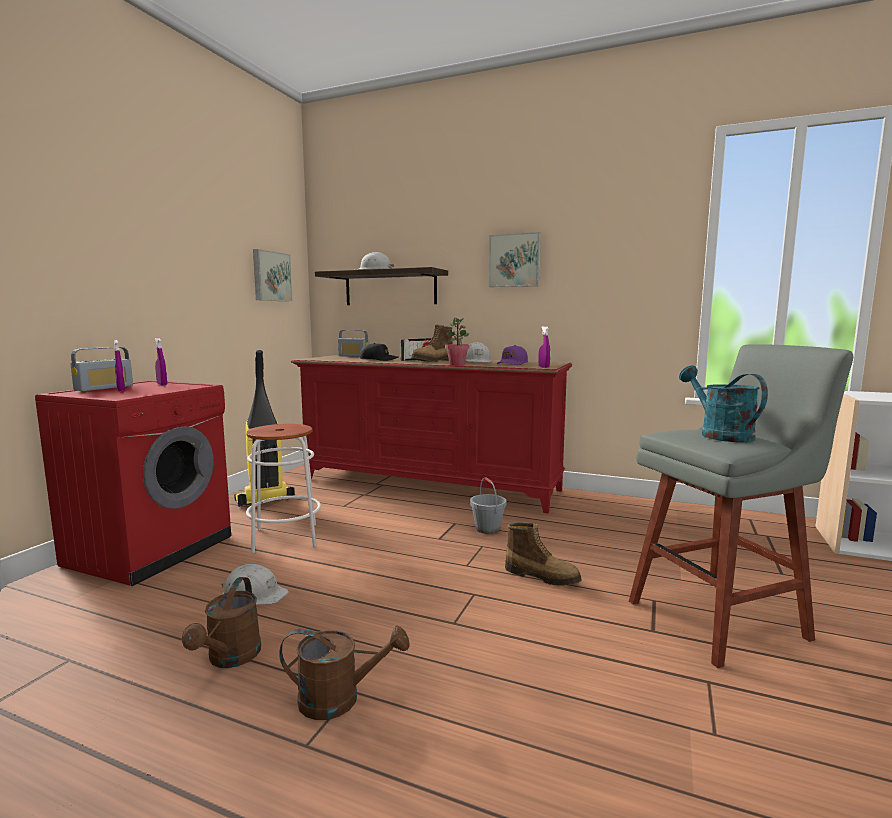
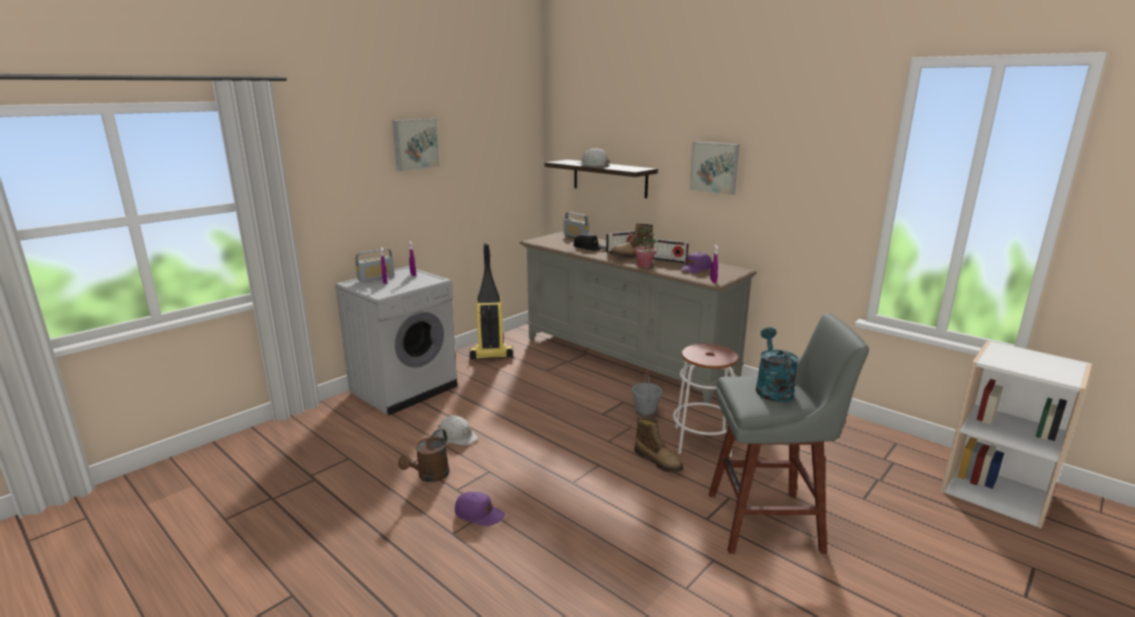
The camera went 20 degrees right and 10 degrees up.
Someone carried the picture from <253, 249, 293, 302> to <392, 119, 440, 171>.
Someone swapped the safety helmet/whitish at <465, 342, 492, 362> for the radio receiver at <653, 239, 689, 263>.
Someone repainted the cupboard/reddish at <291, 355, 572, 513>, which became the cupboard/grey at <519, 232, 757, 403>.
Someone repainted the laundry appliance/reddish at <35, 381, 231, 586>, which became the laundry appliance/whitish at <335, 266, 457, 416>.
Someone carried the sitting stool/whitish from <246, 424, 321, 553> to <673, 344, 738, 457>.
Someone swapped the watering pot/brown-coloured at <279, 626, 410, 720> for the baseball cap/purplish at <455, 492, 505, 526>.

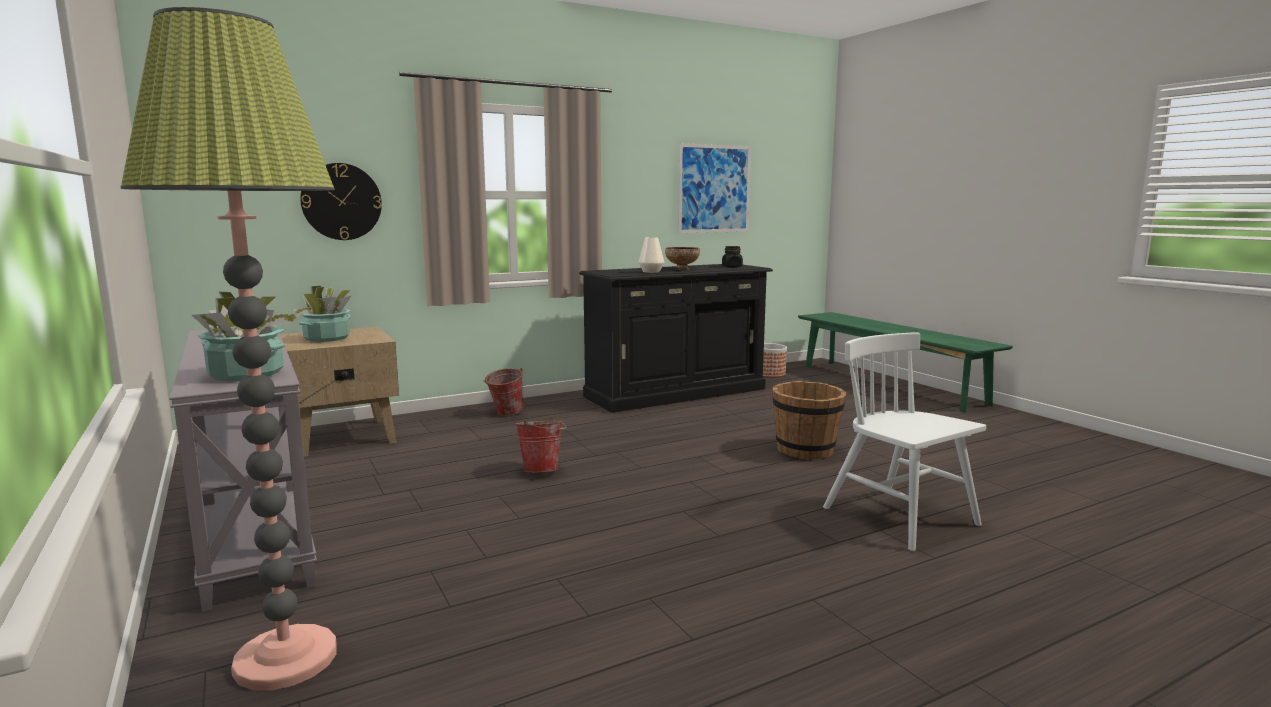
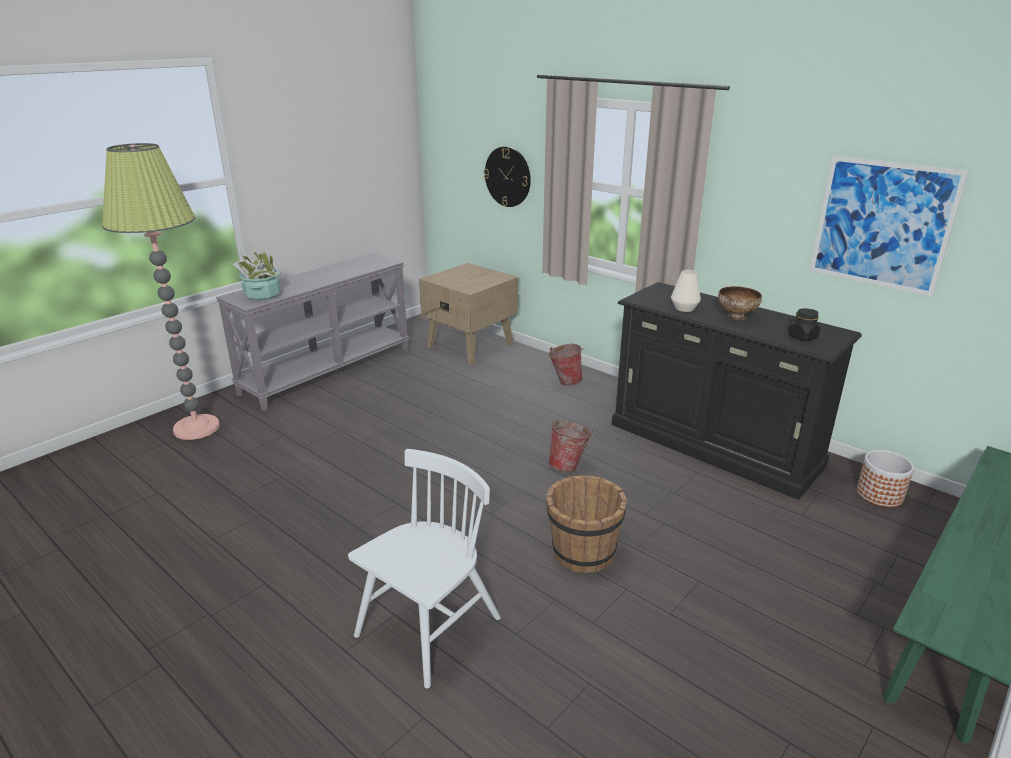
The camera went 70 degrees right and 15 degrees up.
Someone took away the potted plant at <293, 286, 352, 342>.
Someone carried the pail from <515, 417, 566, 473> to <549, 420, 593, 472>.

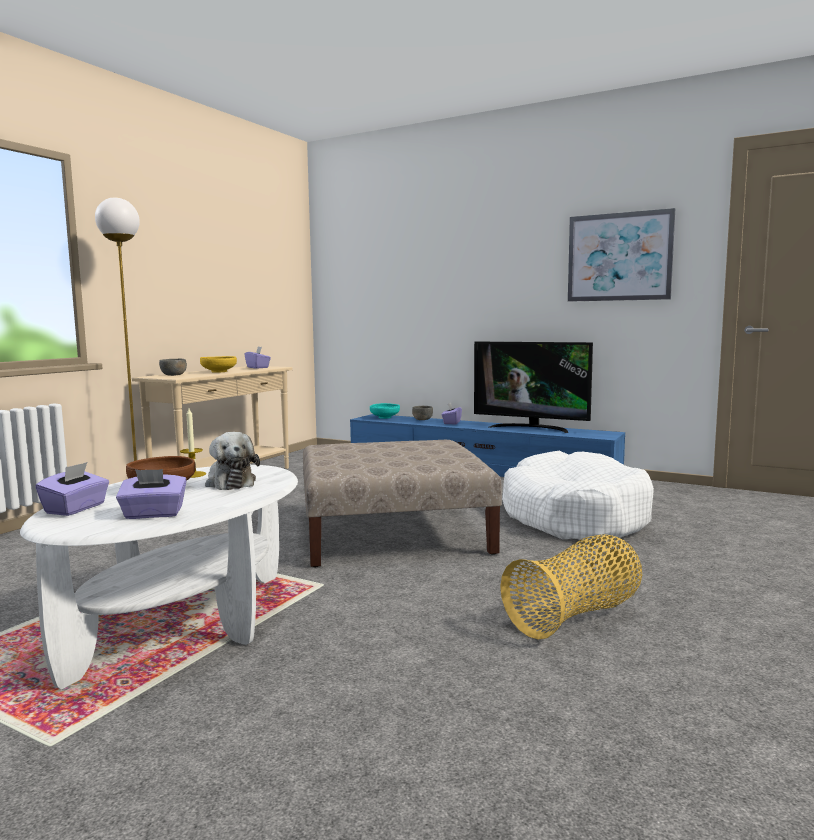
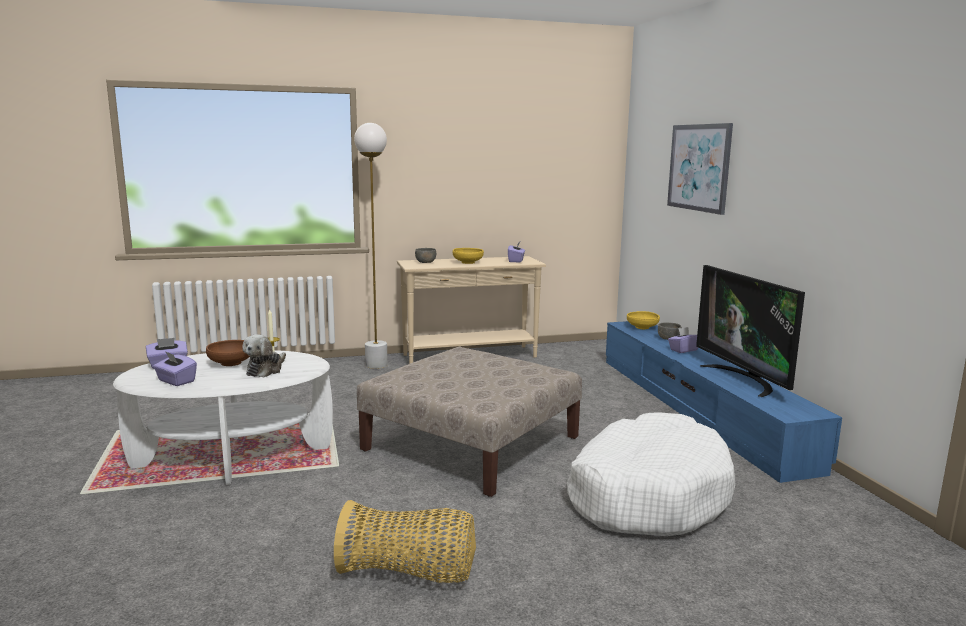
The camera went 45 degrees right and 5 degrees up.
Someone carried the picture from <568, 208, 675, 302> to <667, 123, 733, 215>.
Someone repainted the bowl/blue-green at <370, 403, 400, 419>, which became the bowl/yellow at <627, 311, 660, 329>.

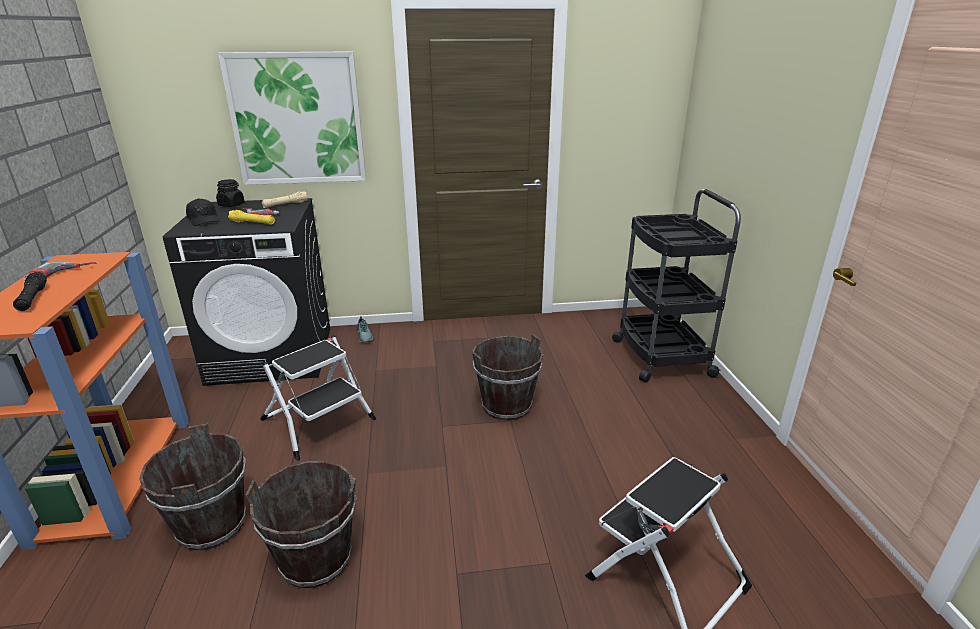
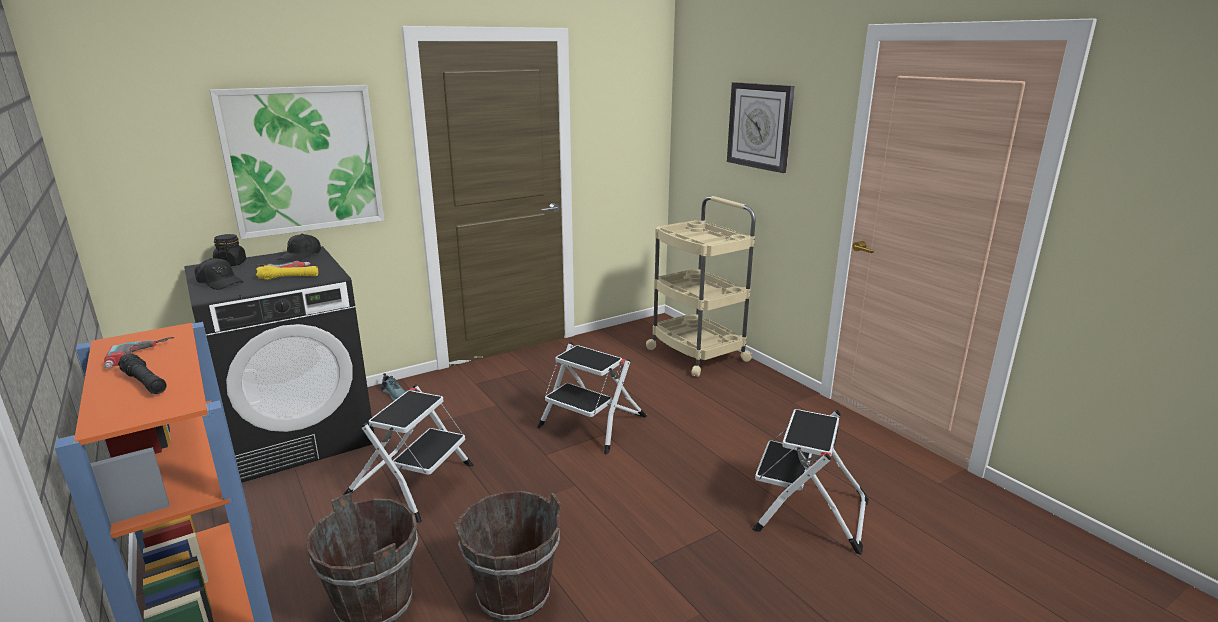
The camera went 25 degrees left and 5 degrees down.
Someone repainted the wheeled cart/black at <612, 189, 741, 383>, which became the wheeled cart/beige-coloured at <646, 196, 755, 377>.
Someone swapped the hand torch/beige-coloured at <262, 191, 308, 208> for the baseball cap/black at <277, 234, 321, 262>.
Someone swapped the pail/brown-coloured at <472, 334, 543, 421> for the stepladder at <537, 342, 647, 454>.
Someone put up the wall clock at <727, 82, 795, 173>.

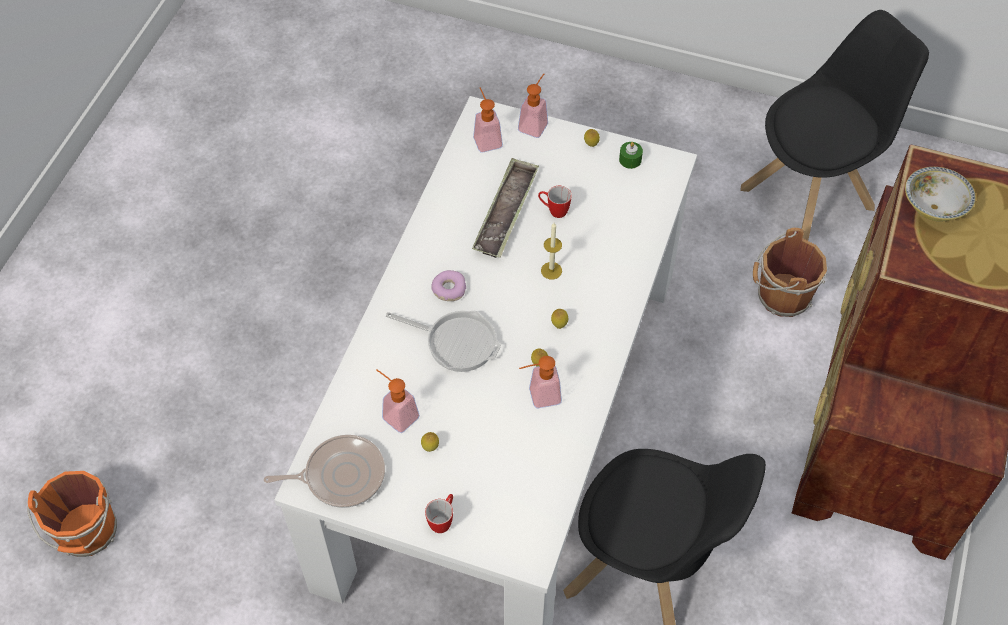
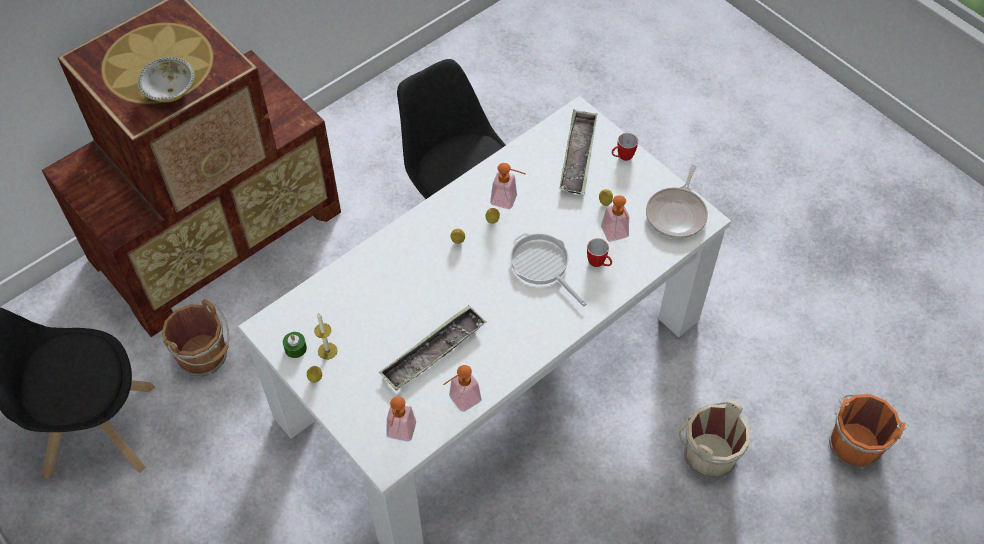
The camera went 150 degrees left and 0 degrees up.
Someone carried the soap dispenser from <518, 74, 548, 138> to <443, 365, 482, 412>.
Someone carried the coffee mug from <538, 186, 572, 218> to <587, 238, 612, 267>.
Someone carried the wax candle from <541, 223, 562, 279> to <314, 312, 338, 360>.
Someone took away the ring doughnut at <431, 270, 466, 301>.
Someone rotated the frying pan at <264, 435, 385, 508> by 90 degrees counterclockwise.
Someone put down the tray at <559, 110, 597, 194>.
Someone put down the pail/beige-coloured at <678, 400, 750, 479>.

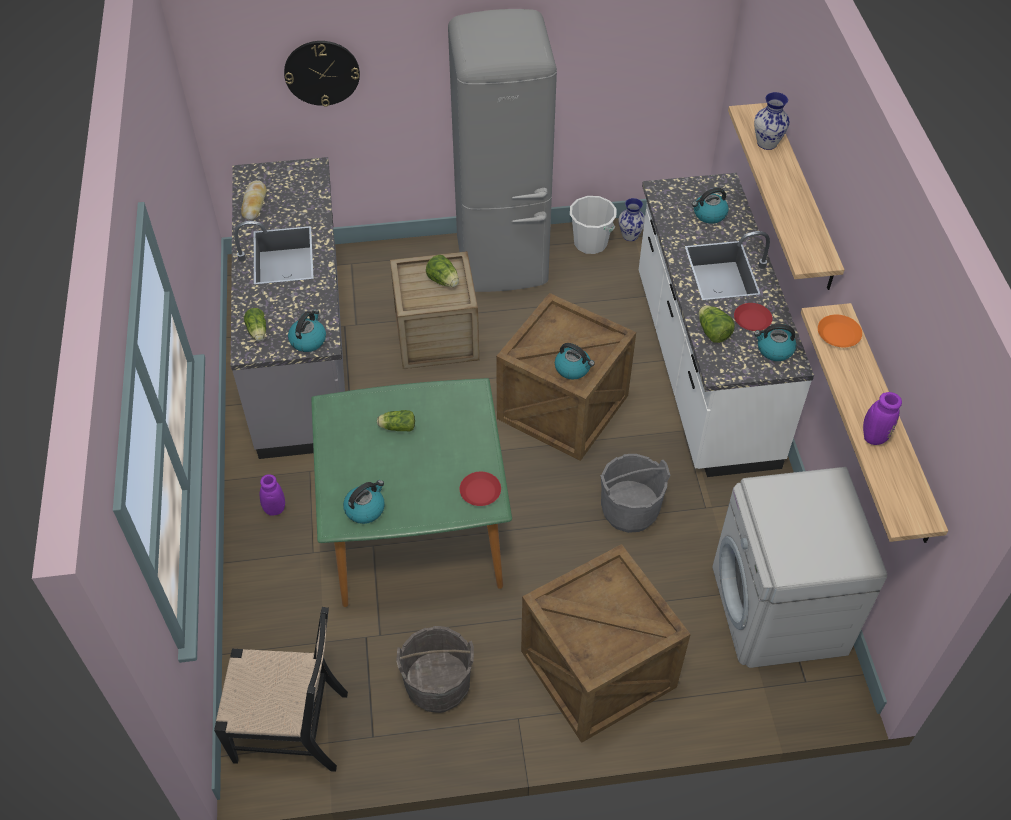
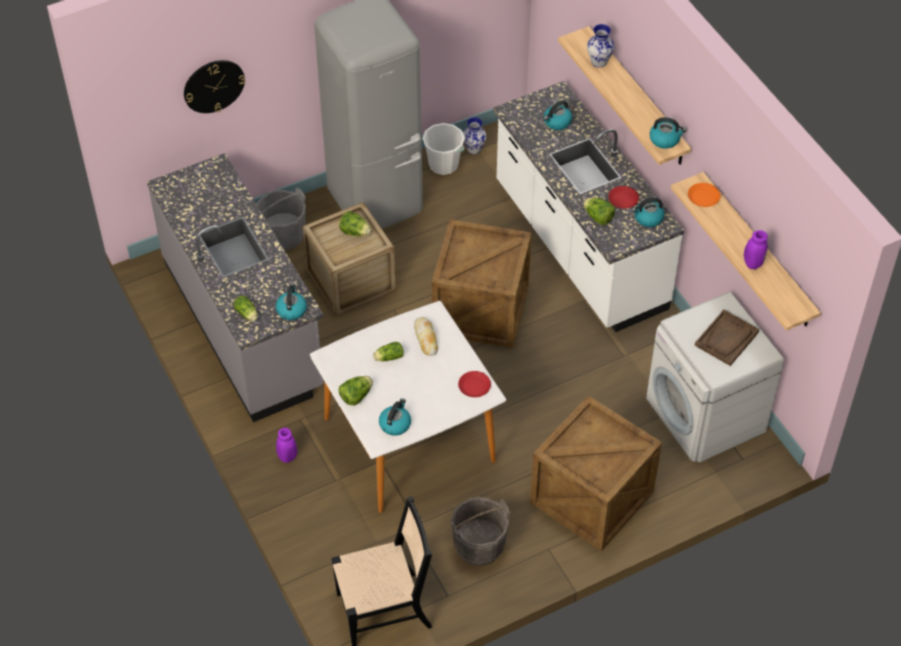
The camera went 20 degrees left and 0 degrees up.
Someone carried the bakery bread from <241, 180, 267, 220> to <414, 317, 438, 356>.
Someone carried the tea kettle from <555, 343, 595, 380> to <650, 117, 687, 149>.
Someone repainted the dining table/greenish at <311, 378, 512, 607>, which became the dining table/whitish at <310, 301, 506, 513>.
Someone carried the pail/grey from <600, 454, 671, 533> to <257, 188, 306, 250>.
Someone put down the tray/brown-coloured at <695, 310, 759, 366>.
Someone put down the lettuce at <339, 376, 373, 406>.

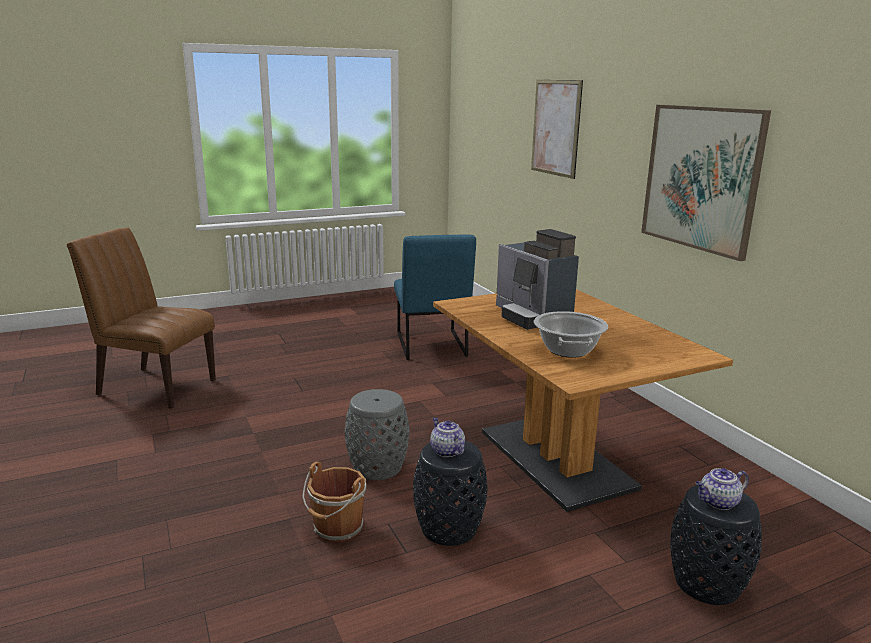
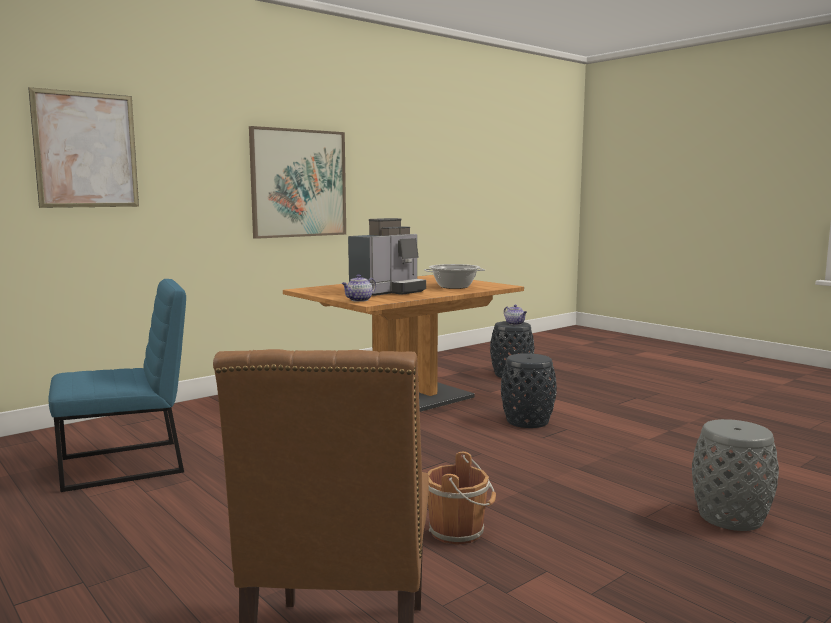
The camera went 105 degrees left and 10 degrees down.
Someone carried the sitting stool/grey from <345, 389, 409, 480> to <692, 419, 779, 531>.
Someone carried the pot for tea from <430, 417, 465, 457> to <342, 274, 376, 302>.
Someone carried the pail/brown-coloured from <302, 461, 367, 542> to <427, 452, 496, 545>.

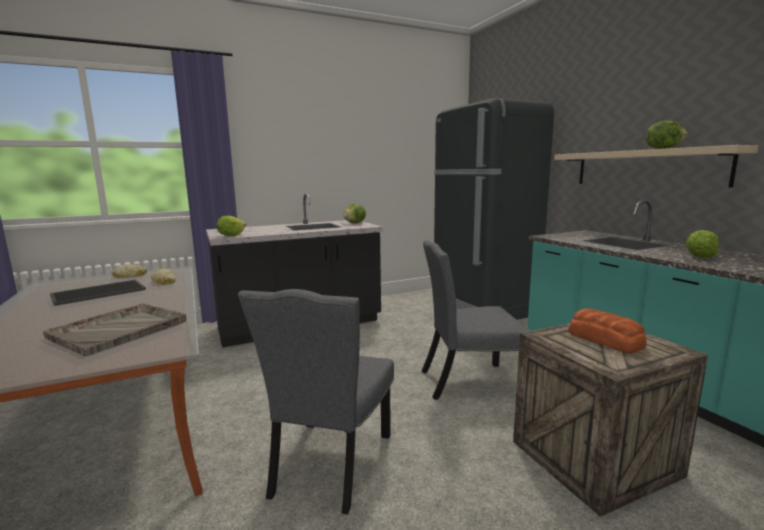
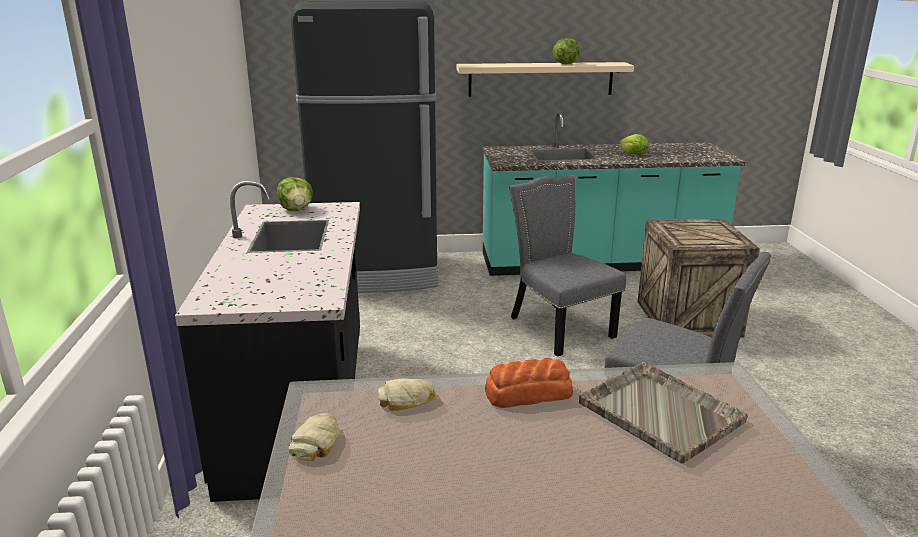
The camera went 70 degrees left and 10 degrees up.
Someone took away the lettuce at <217, 216, 246, 236>.
Someone rotated the chair/grey at <422, 240, 529, 400> by 135 degrees clockwise.
Someone took away the tray at <50, 280, 146, 306>.
Someone carried the bakery bread from <568, 308, 647, 353> to <485, 358, 573, 408>.

